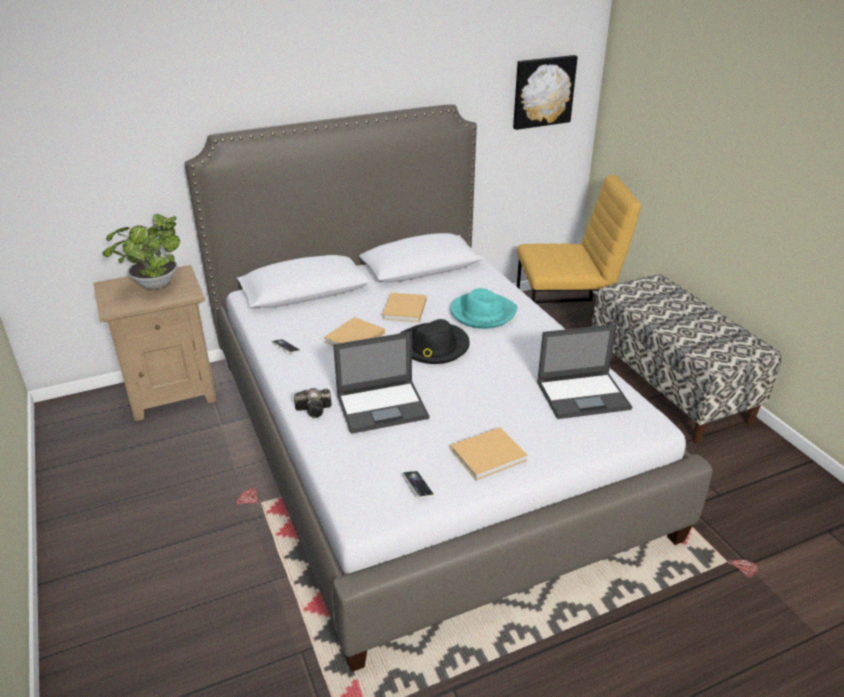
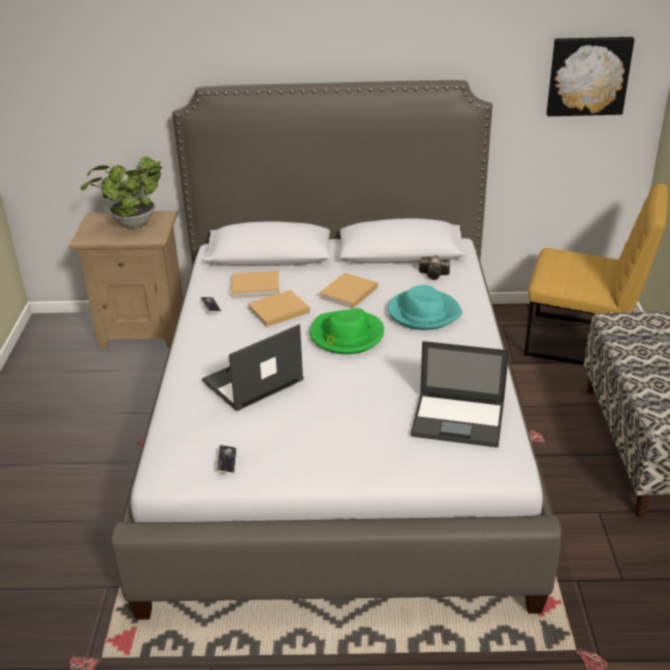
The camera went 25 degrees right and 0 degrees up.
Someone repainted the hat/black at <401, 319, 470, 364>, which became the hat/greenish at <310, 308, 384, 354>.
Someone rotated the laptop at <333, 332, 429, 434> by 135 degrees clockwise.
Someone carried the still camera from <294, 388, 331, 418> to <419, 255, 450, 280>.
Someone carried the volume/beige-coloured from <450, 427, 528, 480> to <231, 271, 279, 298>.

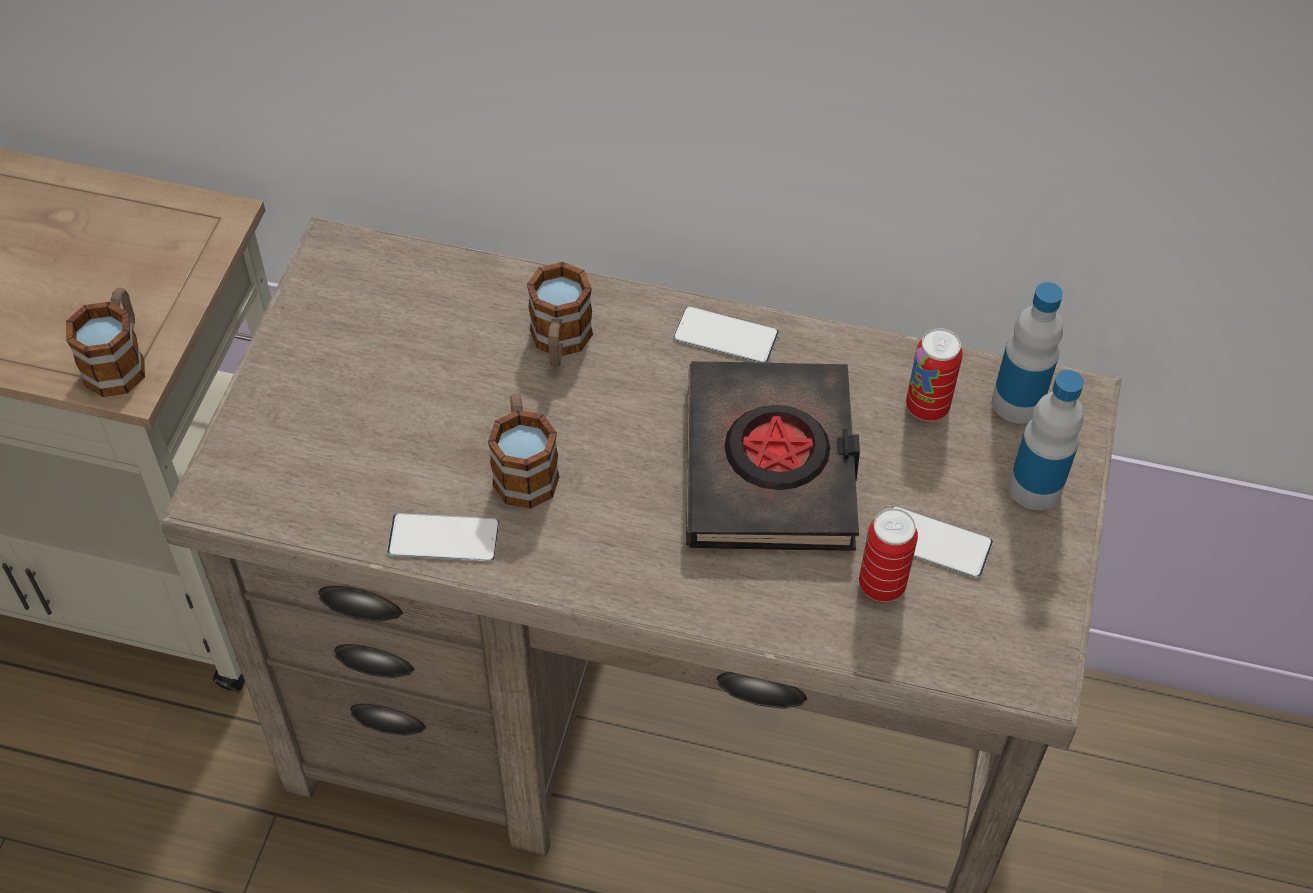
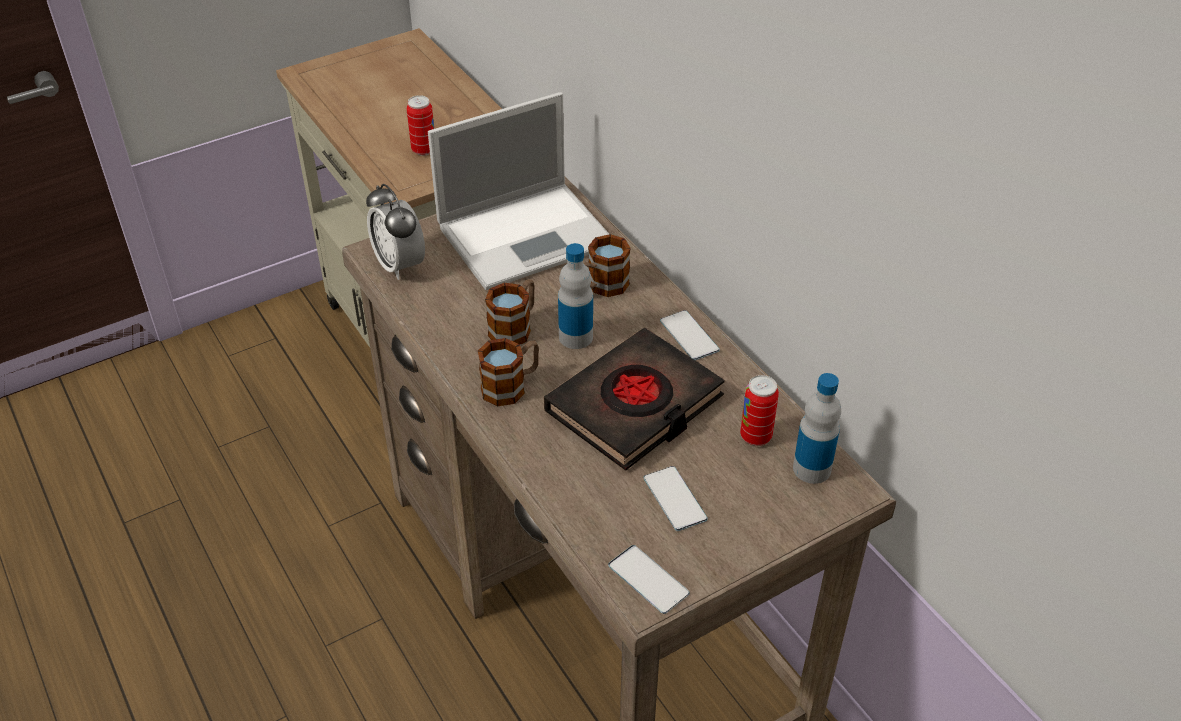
The camera went 45 degrees right and 10 degrees down.
Someone carried the coffee mug from <66, 288, 145, 397> to <478, 338, 539, 407>.
Someone carried the drink bottle from <1009, 370, 1084, 510> to <558, 243, 593, 349>.
Someone carried the sealed can from <859, 508, 918, 602> to <407, 95, 434, 156>.
Someone carried the telephone from <387, 513, 499, 561> to <608, 545, 690, 614>.
Someone put down the laptop at <428, 92, 609, 290>.
Someone put down the table clock at <366, 184, 425, 280>.

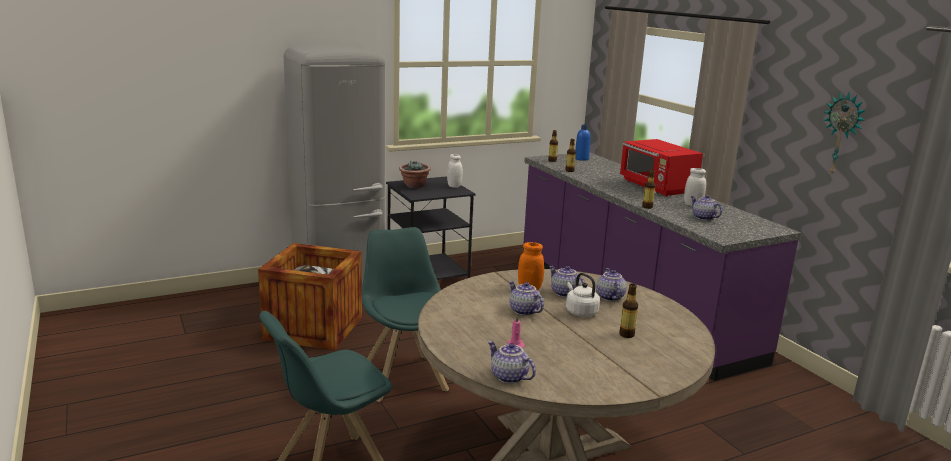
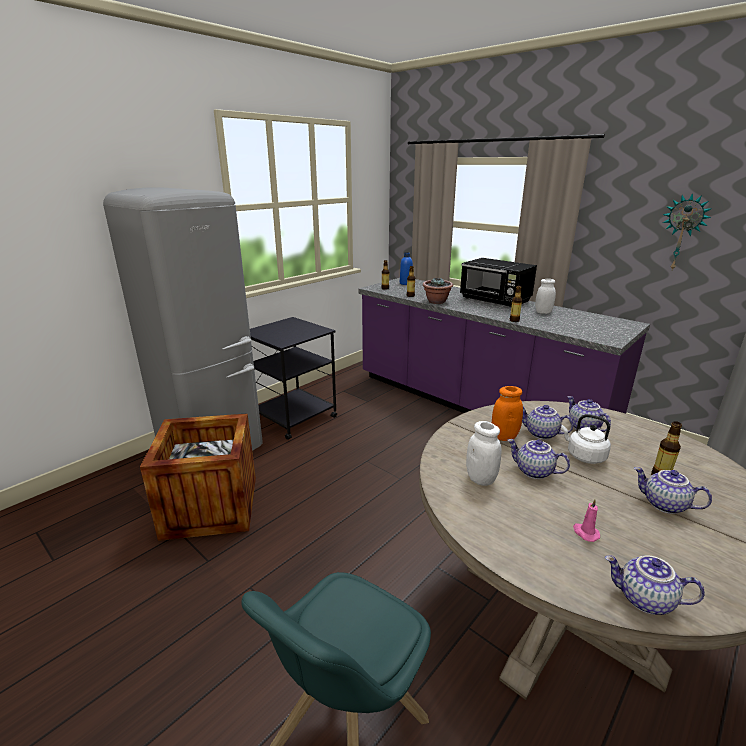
The camera went 20 degrees left and 5 degrees up.
Someone repainted the microwave oven/reddish at <620, 139, 703, 197>, which became the microwave oven/black at <460, 258, 537, 307>.
Someone carried the jar/whitish from <447, 154, 463, 188> to <466, 421, 501, 486>.
Someone carried the potted plant from <399, 161, 431, 189> to <423, 278, 453, 304>.
Someone carried the pot for tea from <691, 195, 722, 220> to <634, 467, 712, 514>.
Someone took away the chair/blue-green at <362, 227, 449, 402>.

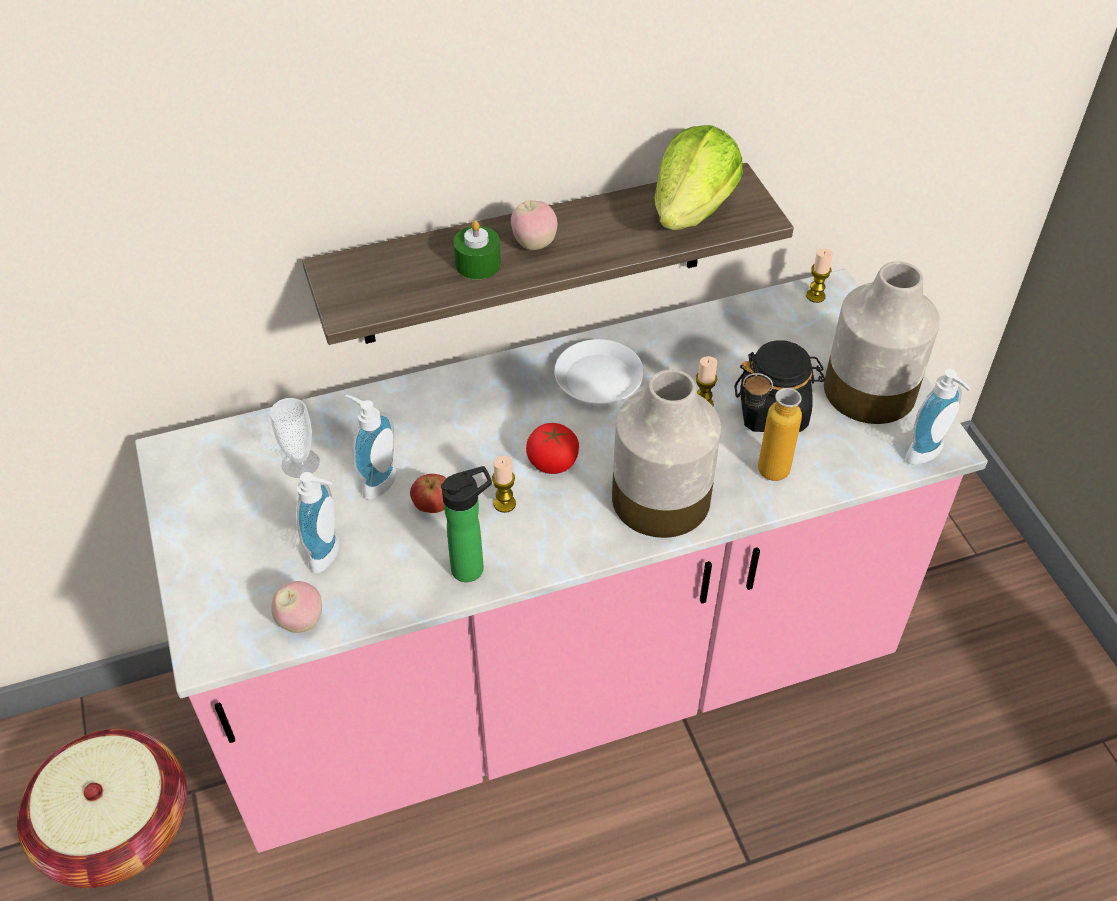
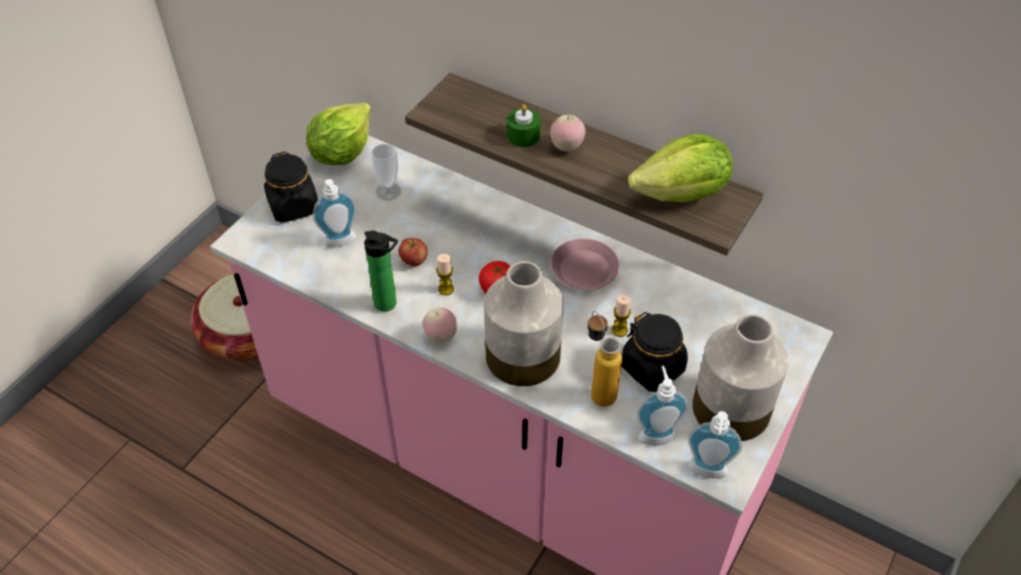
The camera went 50 degrees right and 0 degrees up.
Someone took away the wax candle at <806, 249, 833, 303>.
Someone repainted the plate/whitish at <554, 339, 644, 404>, which became the plate/pink at <551, 239, 620, 290>.
Someone carried the soap dispenser from <345, 395, 397, 500> to <637, 366, 688, 446>.
Someone carried the whole apple from <271, 581, 322, 633> to <422, 307, 457, 344>.
Someone put down the lettuce at <306, 102, 371, 165>.
Someone put down the jar/black at <264, 152, 318, 223>.

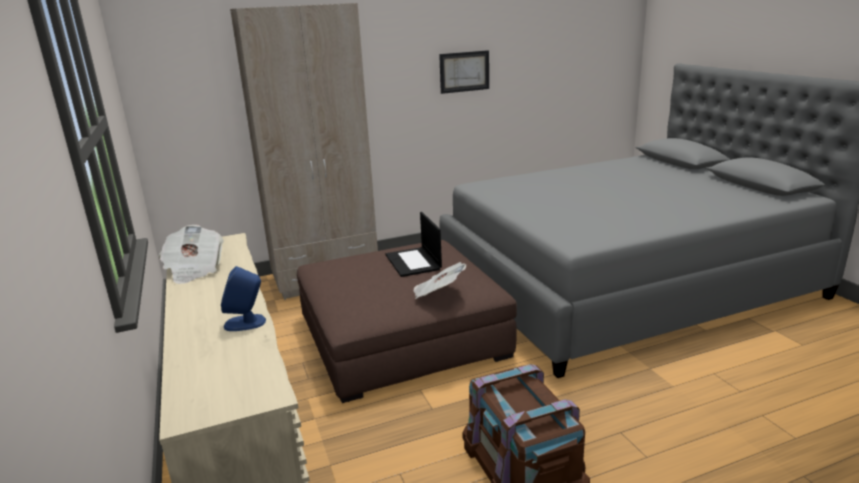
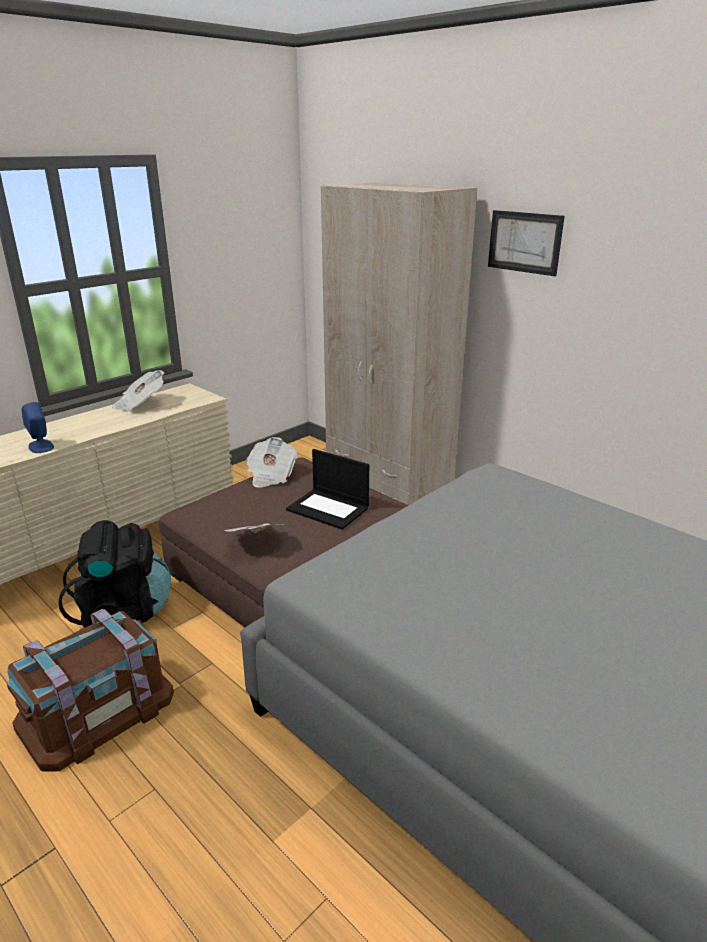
The camera went 65 degrees right and 5 degrees up.
Someone carried the picture from <439, 50, 489, 94> to <488, 210, 565, 276>.
Someone rotated the laptop at <385, 212, 442, 277> by 105 degrees counterclockwise.
Someone put down the daily paper at <246, 437, 297, 488>.
Someone put down the backpack/black at <58, 520, 171, 628>.

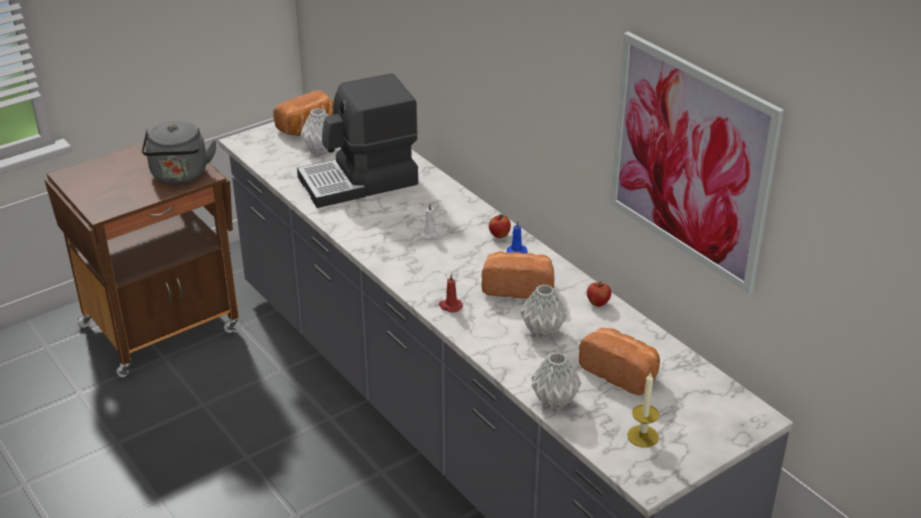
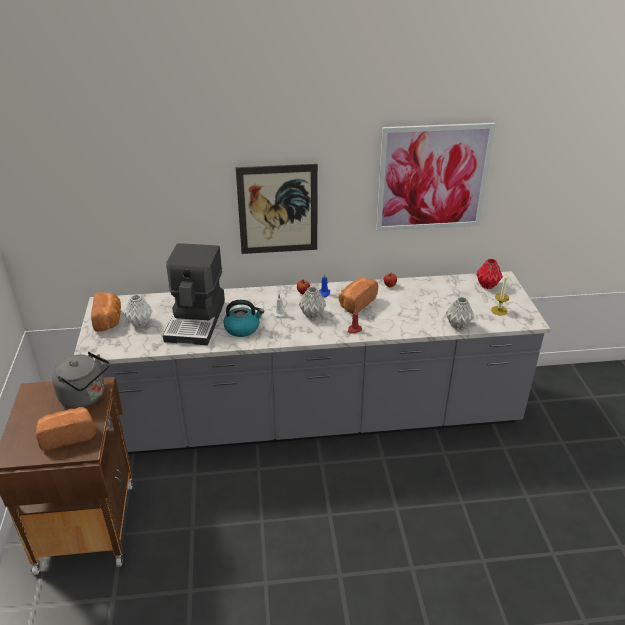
The camera went 60 degrees left and 0 degrees up.
Someone carried the vase/grey from <520, 285, 567, 339> to <299, 287, 326, 319>.
Someone carried the bakery bread from <579, 328, 660, 395> to <36, 407, 96, 450>.
Someone put up the picture at <236, 164, 318, 254>.
Someone put down the vase/reddish at <476, 259, 503, 289>.
Someone put down the tea kettle at <223, 300, 264, 337>.

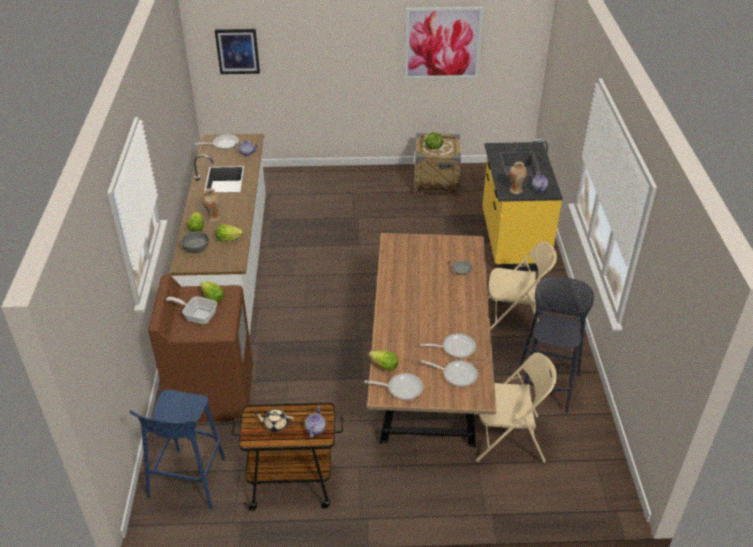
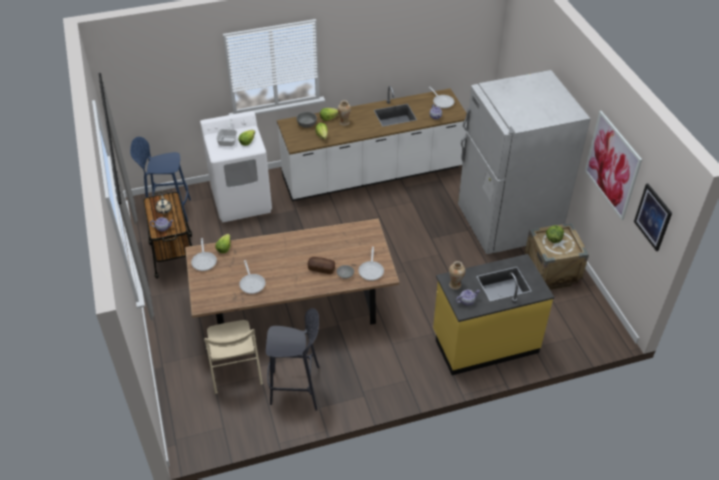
The camera went 75 degrees right and 5 degrees up.
Someone carried the picture from <215, 29, 260, 74> to <634, 183, 672, 251>.
Someone took away the chair/beige-coloured at <488, 241, 557, 330>.
Someone repainted the laundry appliance/brown-coloured at <148, 275, 253, 422>, which became the laundry appliance/whitish at <200, 111, 272, 222>.
Someone carried the frying pan from <421, 360, 478, 387> to <358, 247, 384, 281>.
Someone put down the refrigerator/whitish at <458, 70, 591, 254>.
Someone put down the bakery bread at <308, 257, 335, 274>.

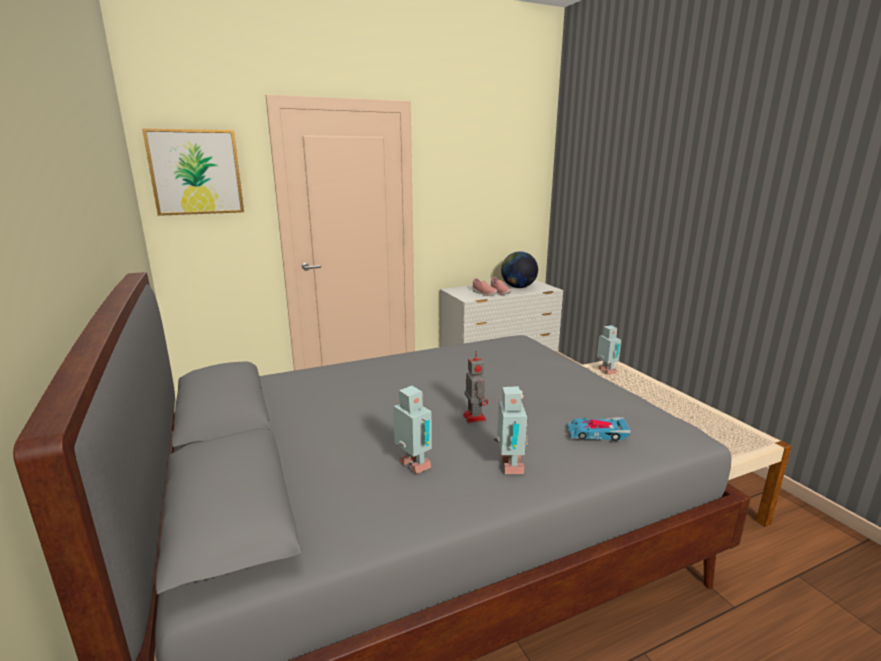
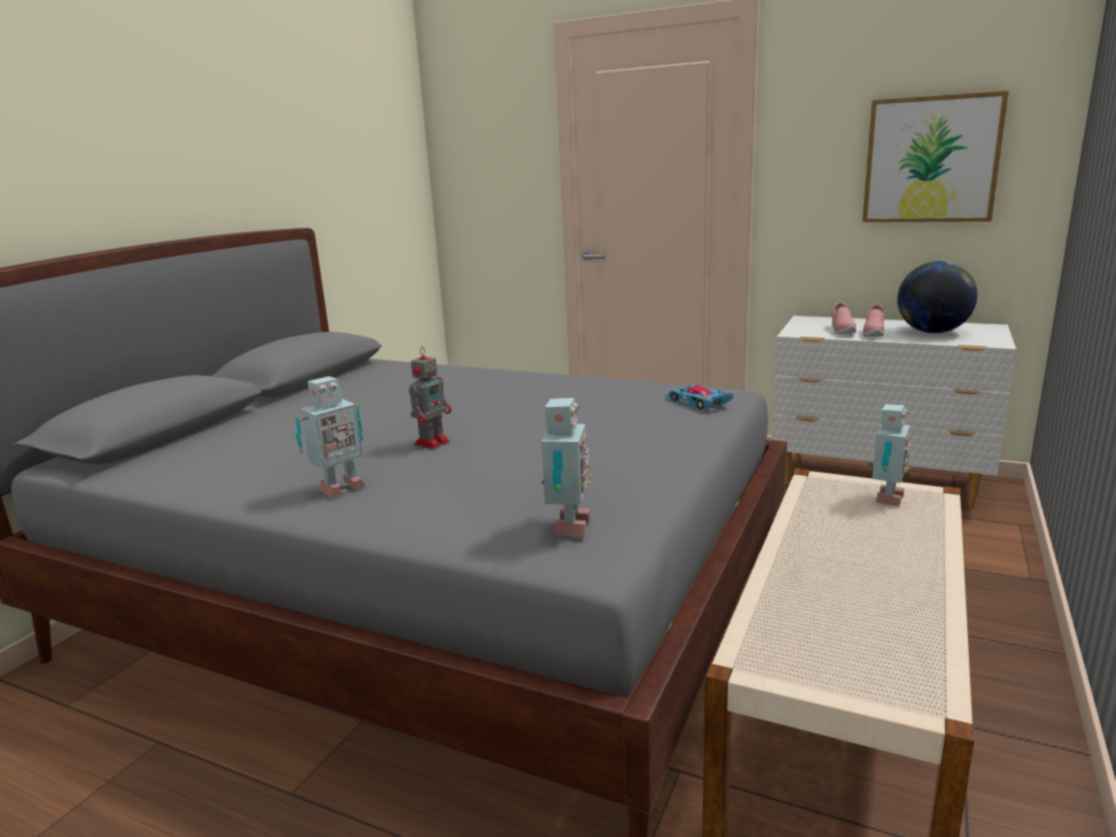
The camera went 50 degrees right and 0 degrees up.
Someone carried the picture from <142, 128, 244, 216> to <862, 91, 1009, 222>.
Someone carried the toy robot from <393, 386, 432, 474> to <541, 398, 592, 536>.
Someone carried the model car from <567, 417, 630, 441> to <665, 384, 733, 409>.

